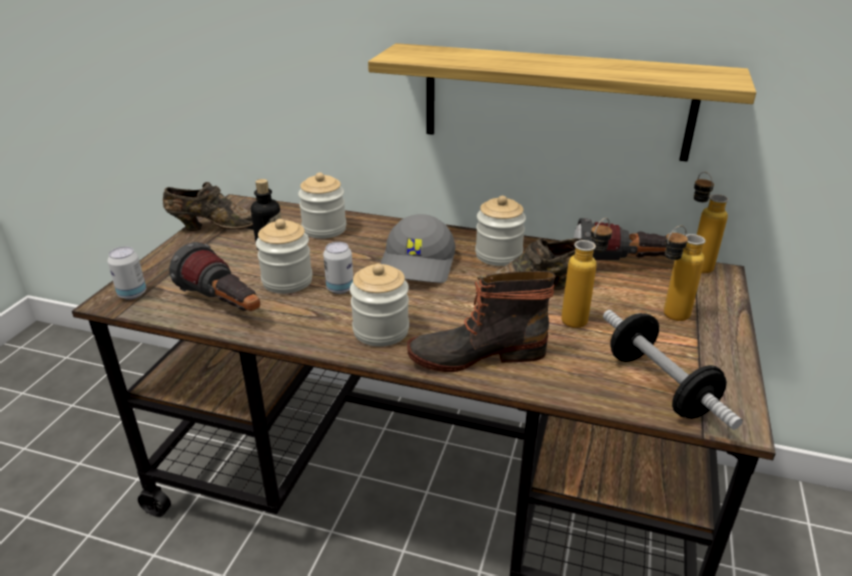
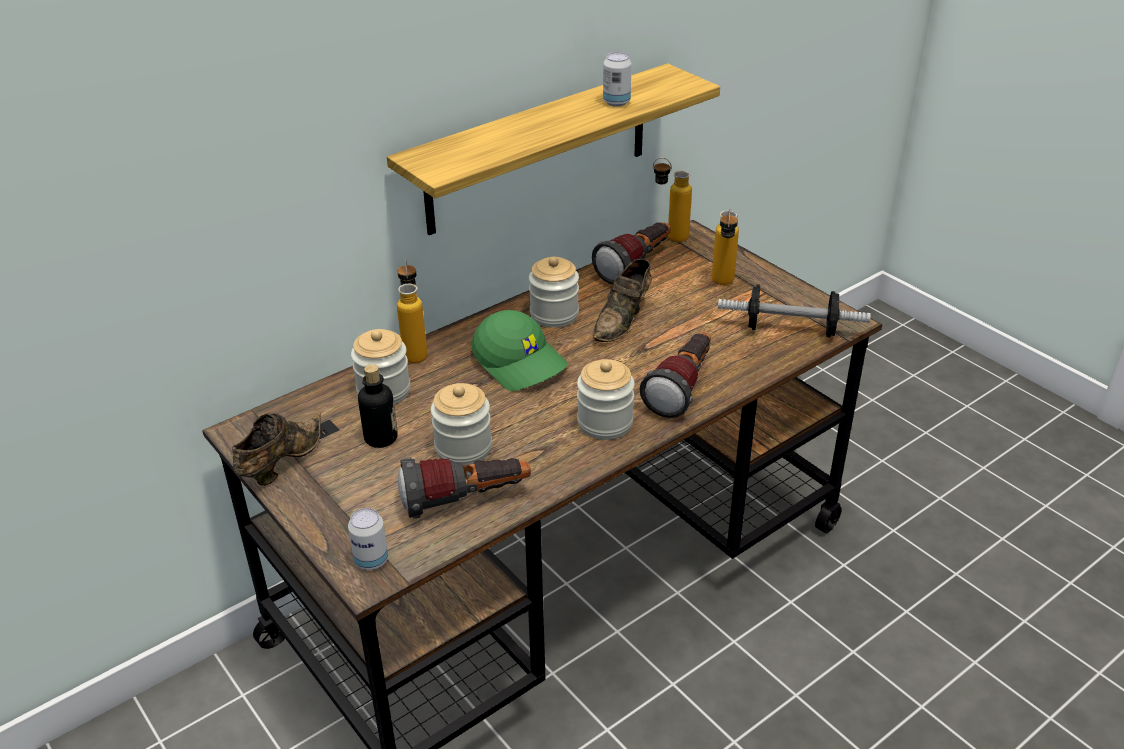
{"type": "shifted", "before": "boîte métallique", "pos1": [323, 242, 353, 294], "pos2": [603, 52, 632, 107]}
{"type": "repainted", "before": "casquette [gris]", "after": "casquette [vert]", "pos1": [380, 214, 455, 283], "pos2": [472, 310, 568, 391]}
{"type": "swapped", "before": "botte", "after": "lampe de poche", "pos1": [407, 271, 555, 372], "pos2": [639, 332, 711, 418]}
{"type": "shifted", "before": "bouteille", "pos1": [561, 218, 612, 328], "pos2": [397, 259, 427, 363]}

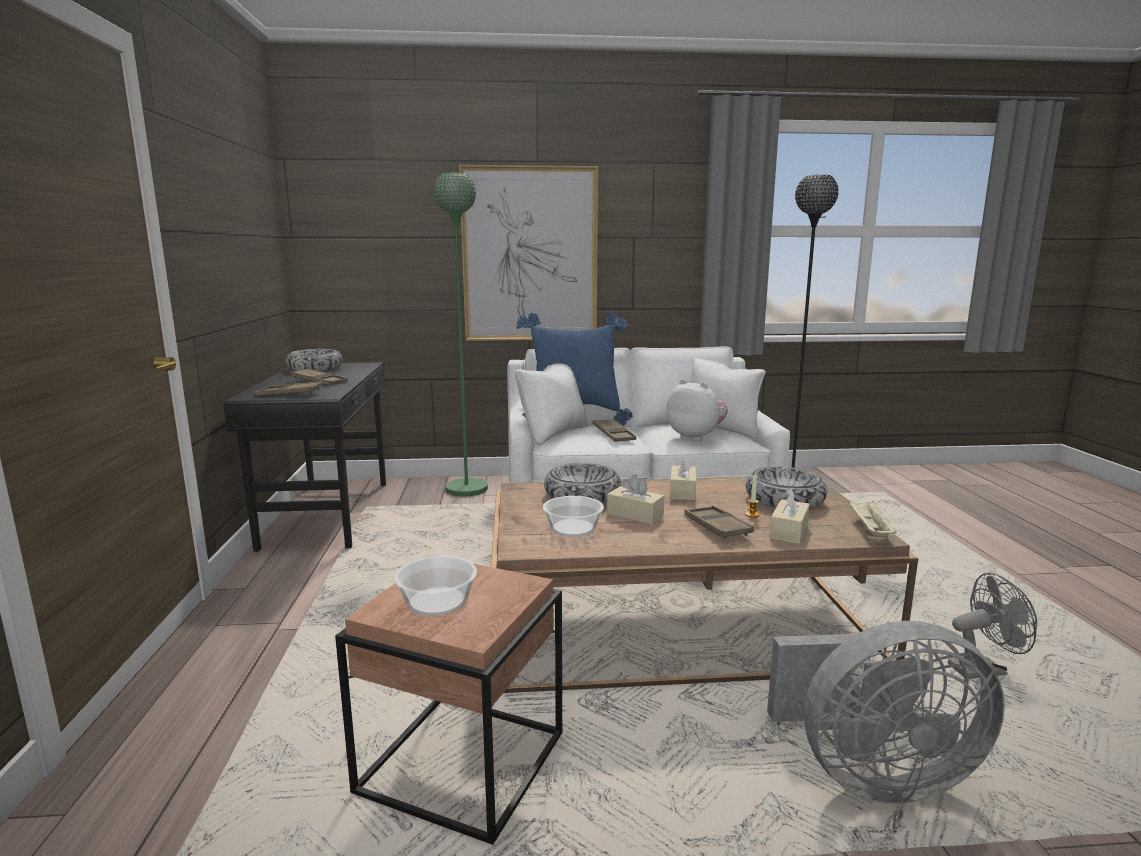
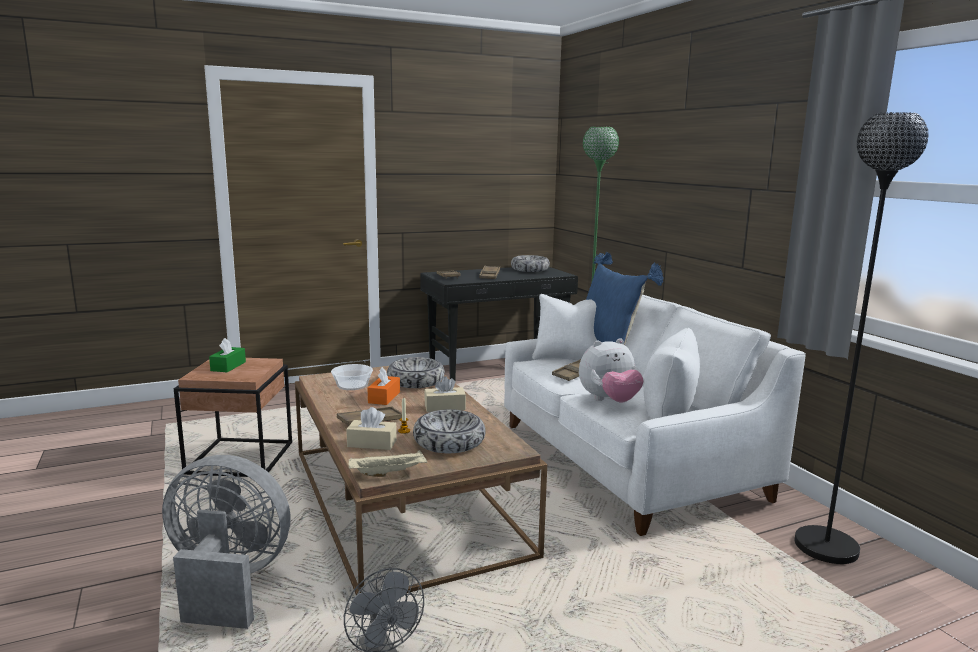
{"type": "swapped", "before": "bol", "after": "boîte à mouchoirs [vert]", "pos1": [394, 556, 477, 617], "pos2": [209, 338, 246, 372]}
{"type": "gone", "before": "tableau", "pos1": [459, 165, 598, 341]}
{"type": "repainted", "before": "boîte à mouchoirs [beige]", "after": "boîte à mouchoirs [orange]", "pos1": [607, 474, 664, 524], "pos2": [367, 367, 400, 405]}
{"type": "rotated", "before": "peluche", "pos1": [666, 379, 728, 442], "pos2": [579, 338, 643, 403], "turn": 45}
{"type": "rotated", "before": "ventilateur [gris]", "pos1": [767, 621, 1005, 804], "pos2": [162, 455, 291, 629], "turn": 120}

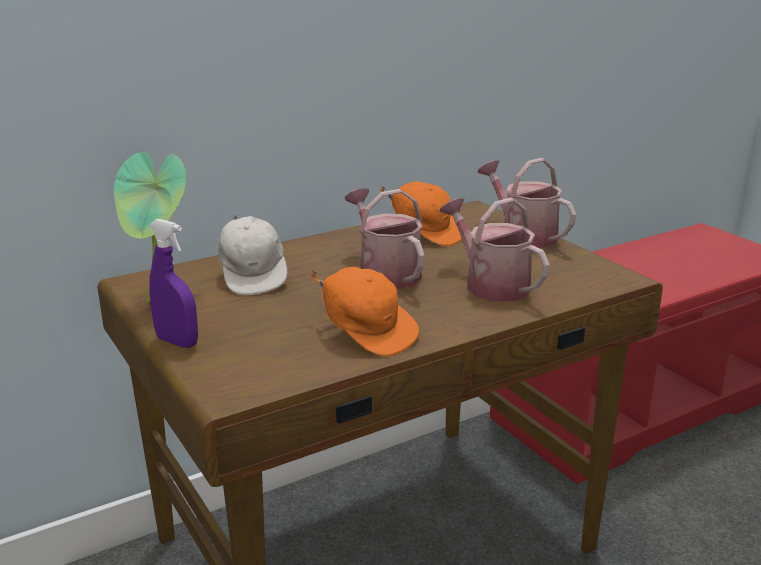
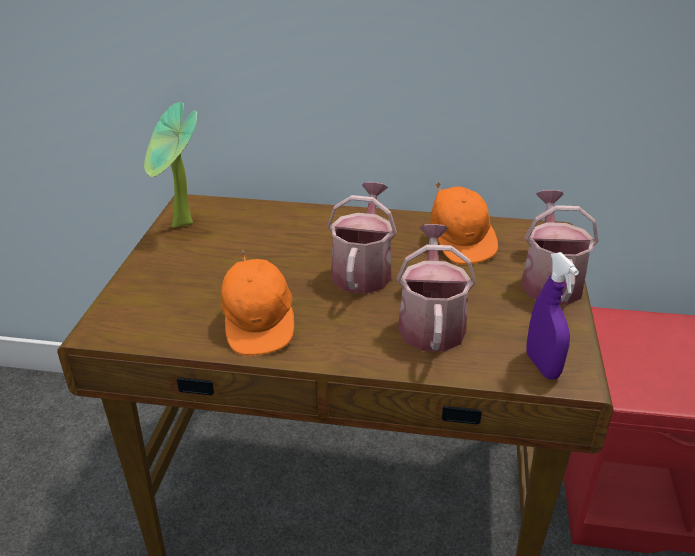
{"type": "shifted", "before": "vaporisateur [violet]", "pos1": [149, 219, 198, 348], "pos2": [526, 252, 579, 380]}
{"type": "gone", "before": "casquette [blanc]", "pos1": [218, 215, 287, 295]}

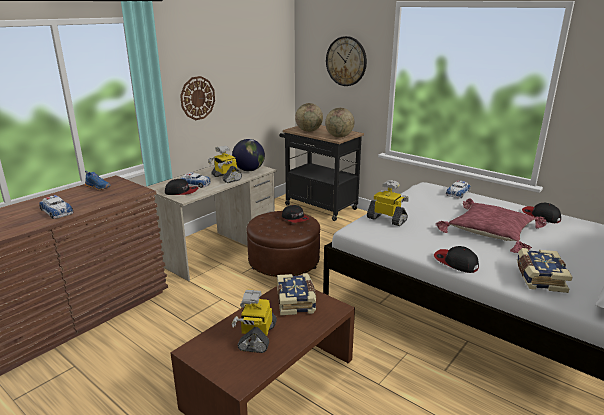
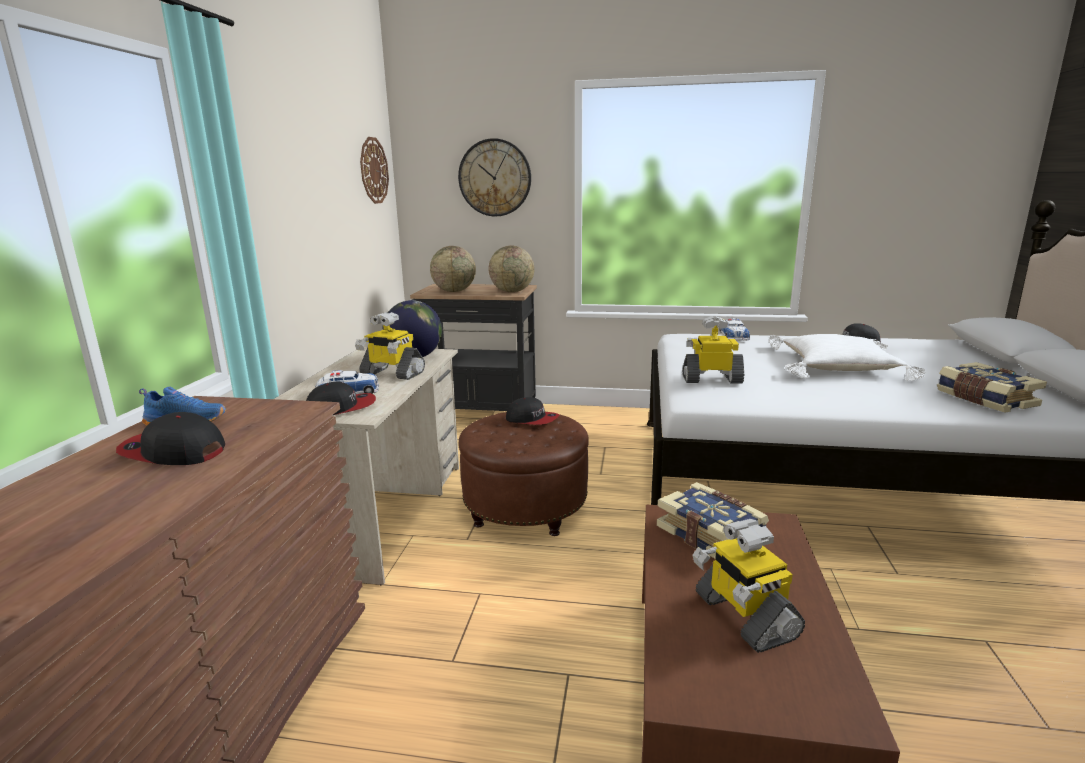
{"type": "gone", "before": "petite voiture", "pos1": [39, 195, 73, 219]}
{"type": "shifted", "before": "horloge murale", "pos1": [180, 76, 215, 120], "pos2": [360, 137, 389, 204]}
{"type": "shifted", "before": "casquette", "pos1": [434, 246, 479, 273], "pos2": [116, 412, 225, 465]}
{"type": "repainted", "before": "coussin [rouge]", "after": "coussin [blanc]", "pos1": [436, 198, 547, 253], "pos2": [768, 334, 926, 381]}

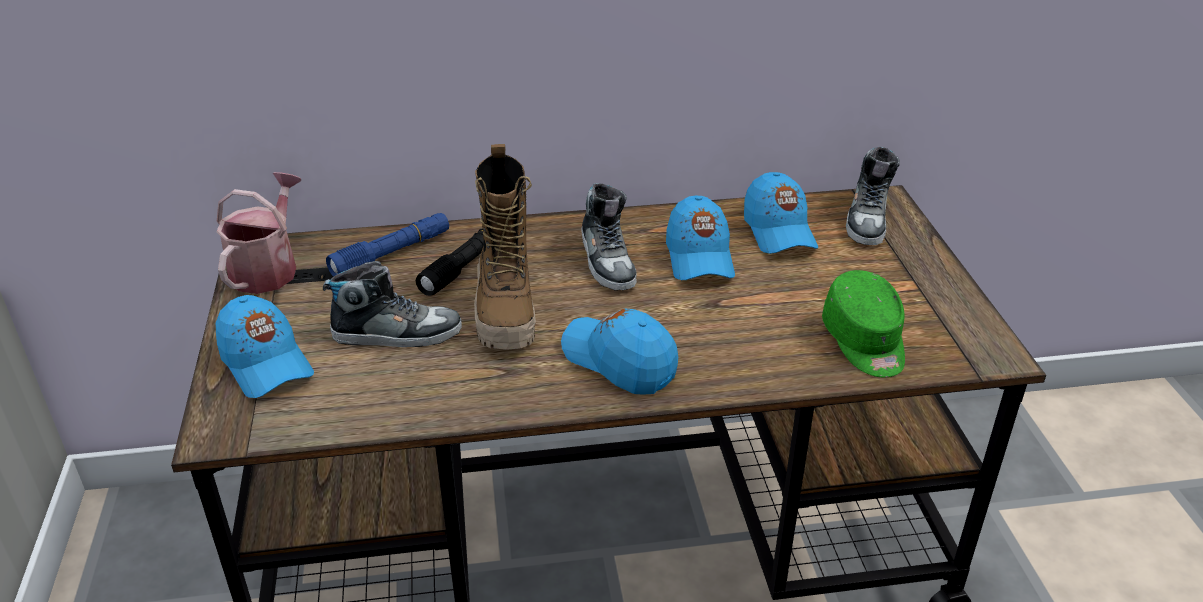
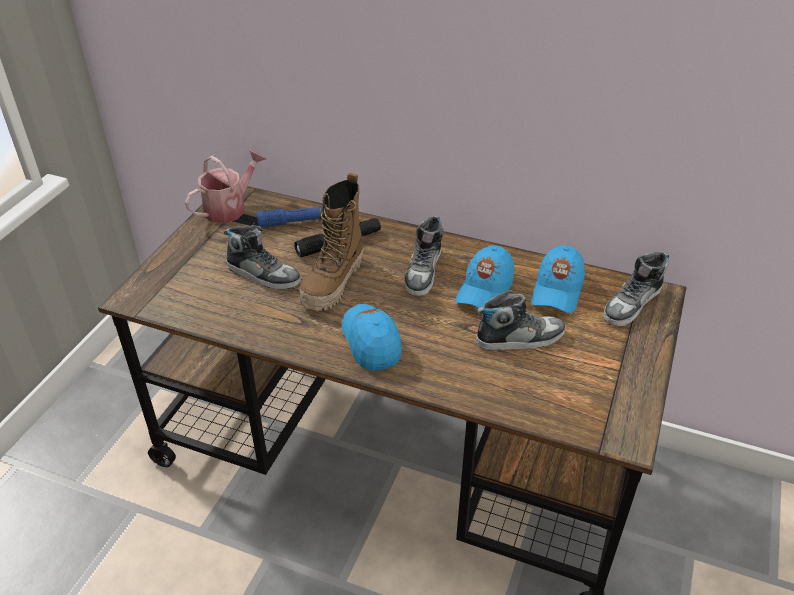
{"type": "gone", "before": "casquette [bleu]", "pos1": [215, 295, 314, 398]}
{"type": "gone", "before": "casquette [vert]", "pos1": [822, 270, 905, 377]}
{"type": "new", "after": "chaussure", "pos2": [476, 290, 565, 350]}

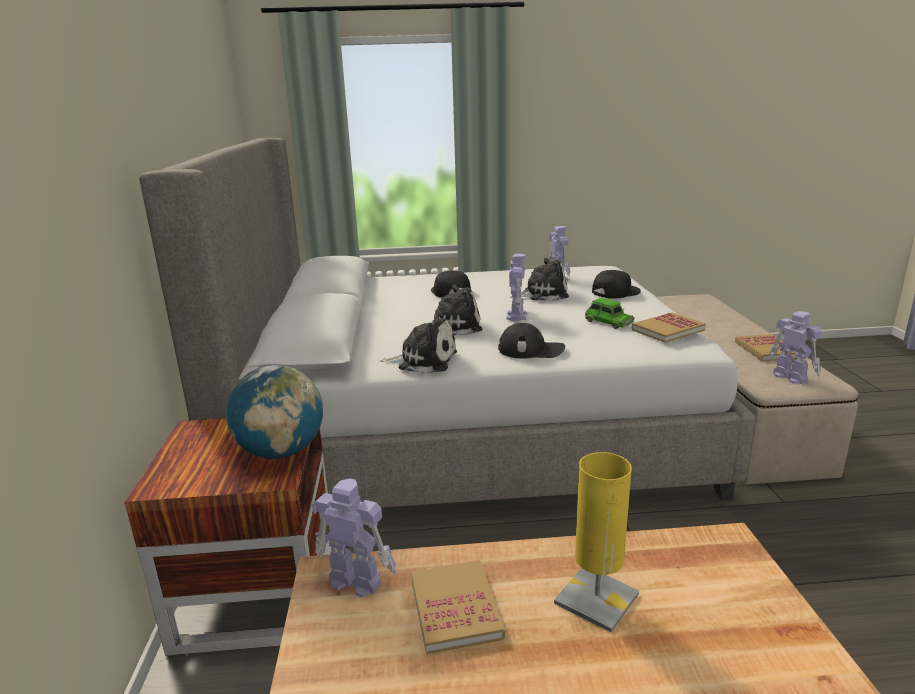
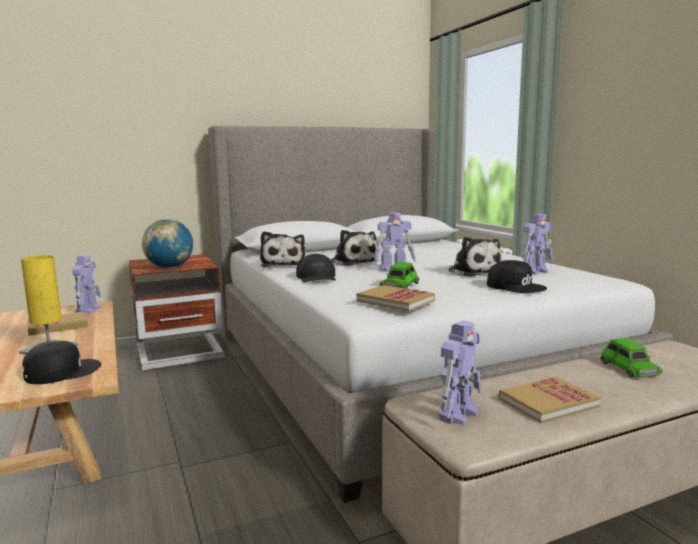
{"type": "shifted", "before": "casquette [noir]", "pos1": [431, 271, 471, 298], "pos2": [22, 341, 101, 384]}
{"type": "new", "after": "petite voiture [vert]", "pos2": [600, 338, 663, 378]}

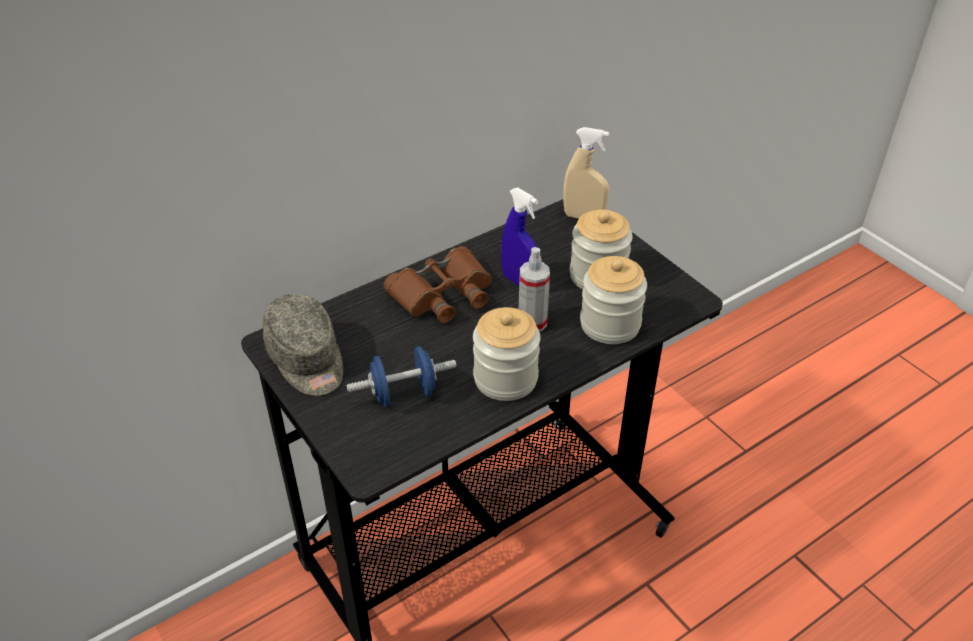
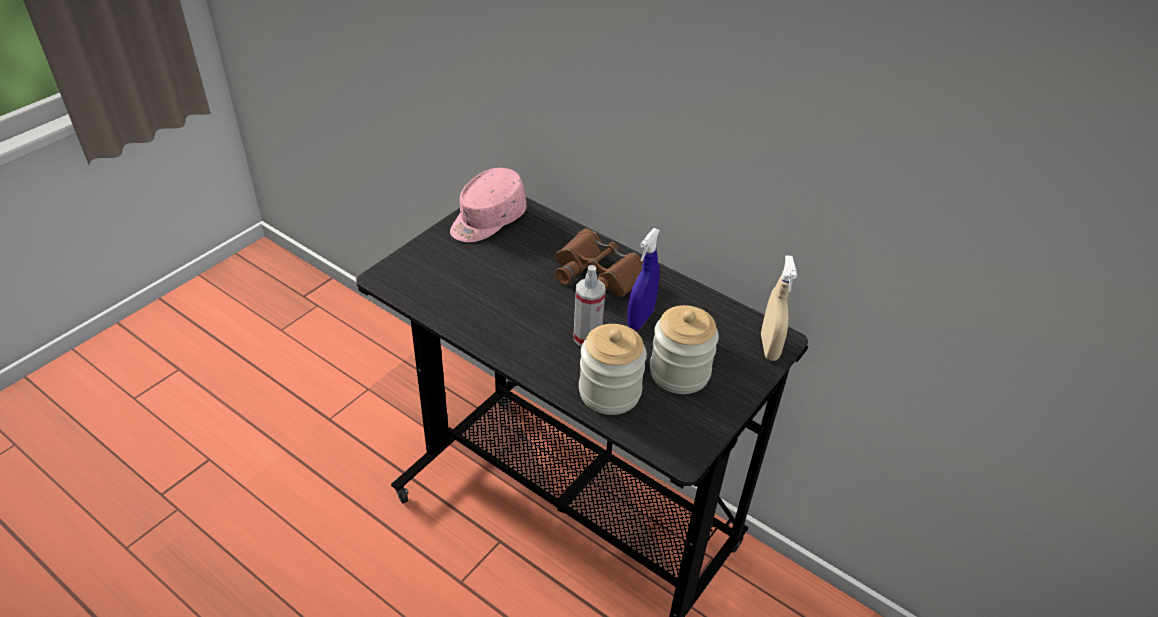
{"type": "repainted", "before": "casquette [gris]", "after": "casquette [rose]", "pos1": [263, 294, 343, 396], "pos2": [450, 168, 526, 242]}
{"type": "gone", "before": "haltère [bleu]", "pos1": [346, 347, 457, 407]}
{"type": "gone", "before": "bocal", "pos1": [473, 307, 540, 401]}

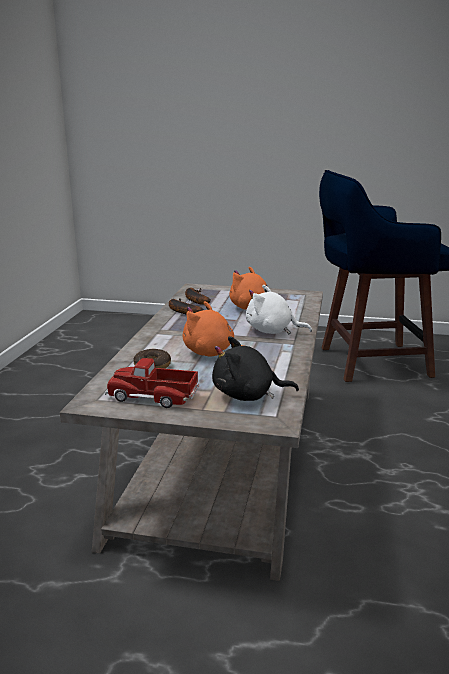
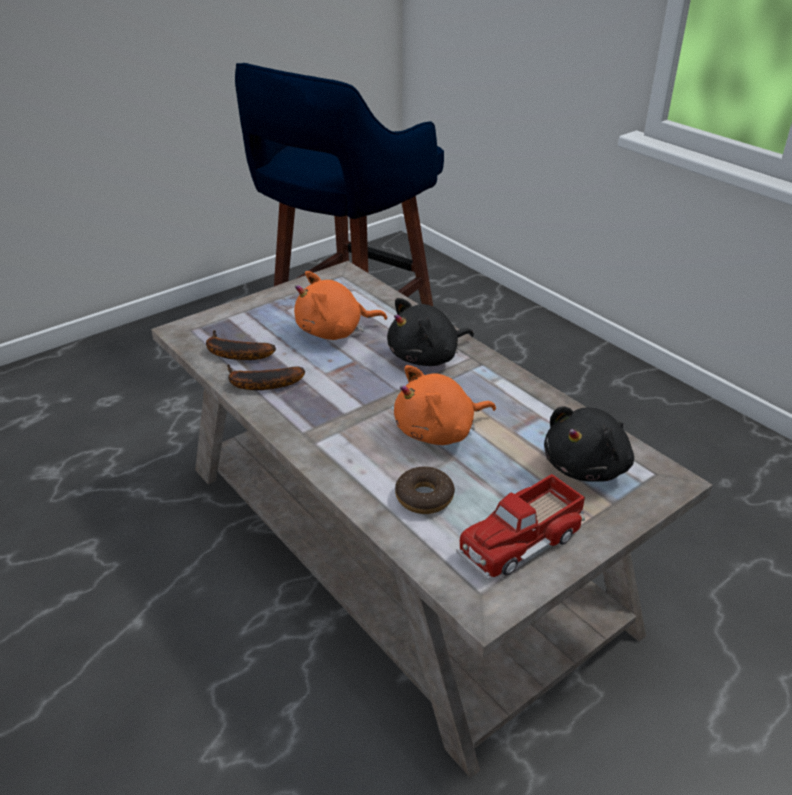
{"type": "repainted", "before": "peluche [blanc]", "after": "peluche [noir]", "pos1": [246, 285, 312, 334], "pos2": [387, 298, 474, 366]}

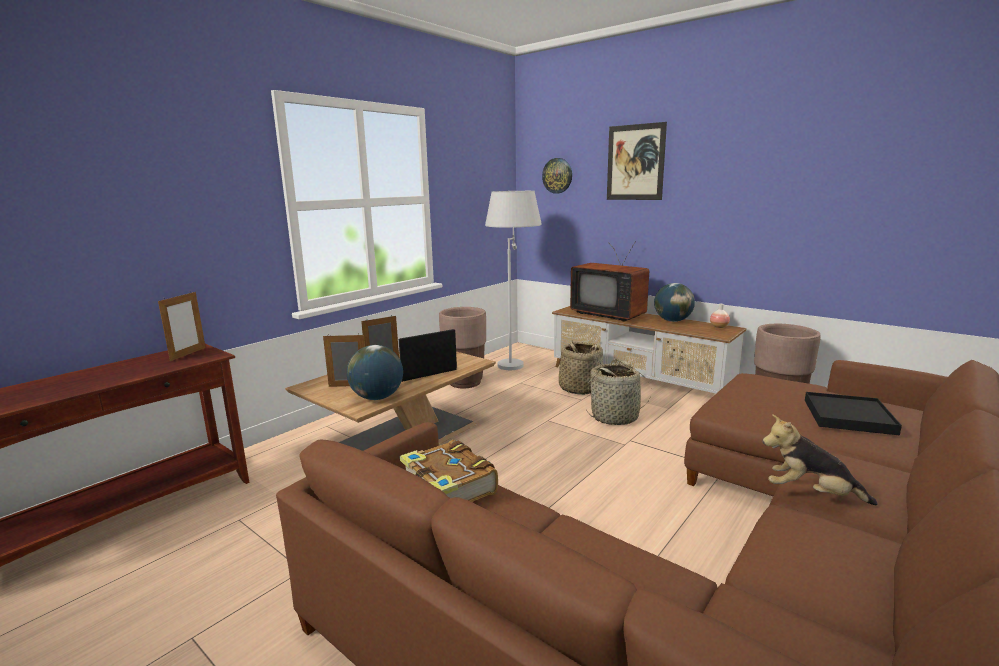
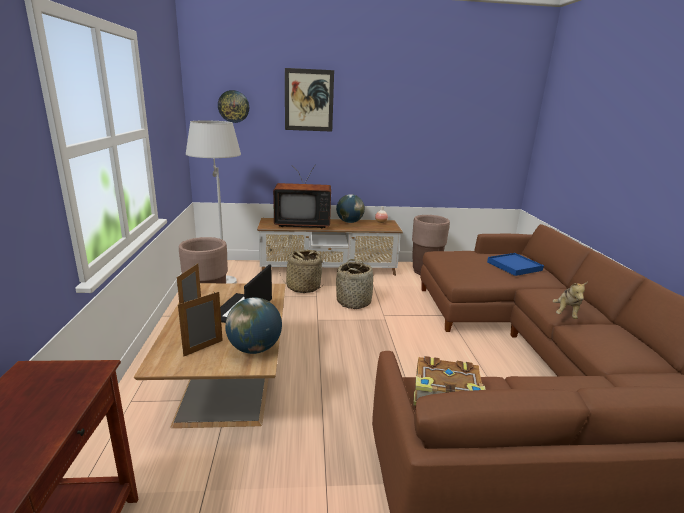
{"type": "gone", "before": "cadre photo", "pos1": [158, 291, 206, 361]}
{"type": "rotated", "before": "peluche", "pos1": [763, 414, 878, 505], "pos2": [553, 281, 588, 319], "turn": -45}
{"type": "repainted", "before": "plateau [noir]", "after": "plateau [bleu]", "pos1": [805, 392, 902, 435], "pos2": [487, 253, 544, 276]}

